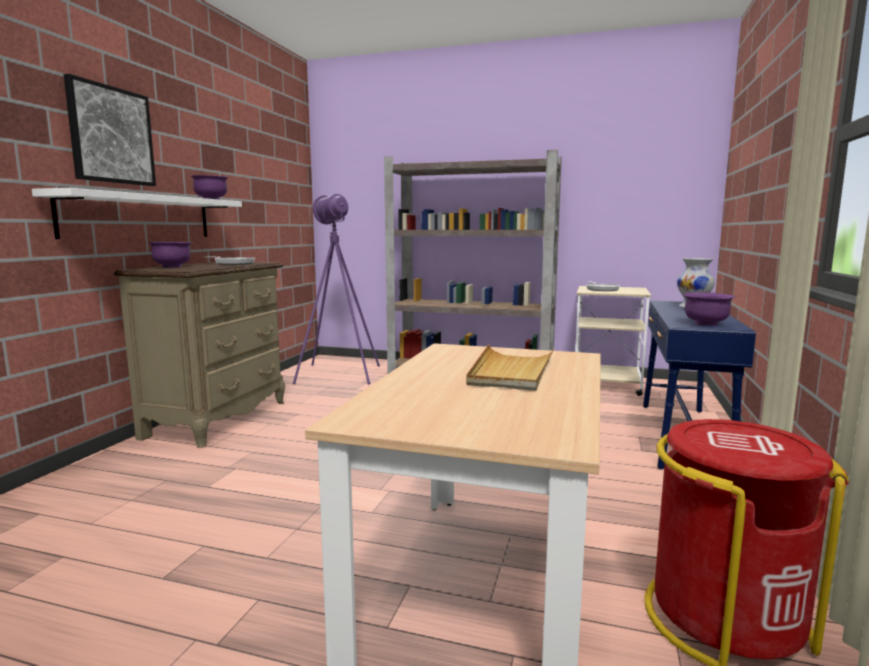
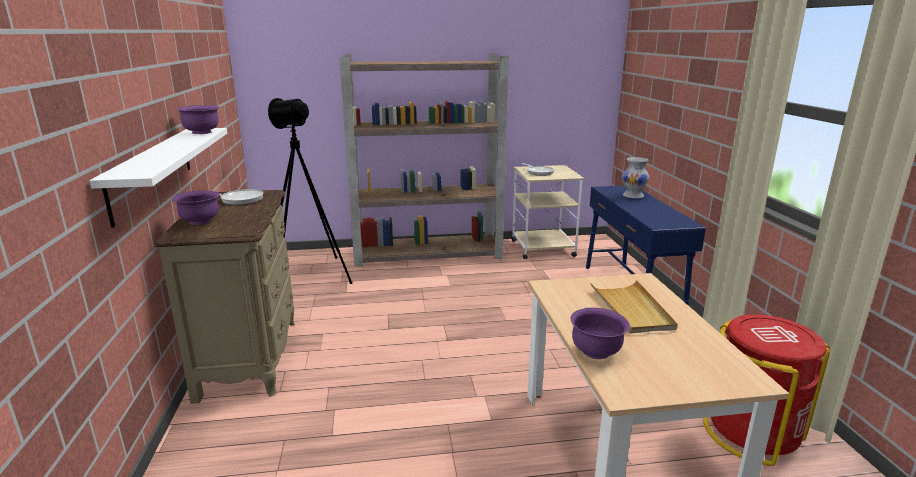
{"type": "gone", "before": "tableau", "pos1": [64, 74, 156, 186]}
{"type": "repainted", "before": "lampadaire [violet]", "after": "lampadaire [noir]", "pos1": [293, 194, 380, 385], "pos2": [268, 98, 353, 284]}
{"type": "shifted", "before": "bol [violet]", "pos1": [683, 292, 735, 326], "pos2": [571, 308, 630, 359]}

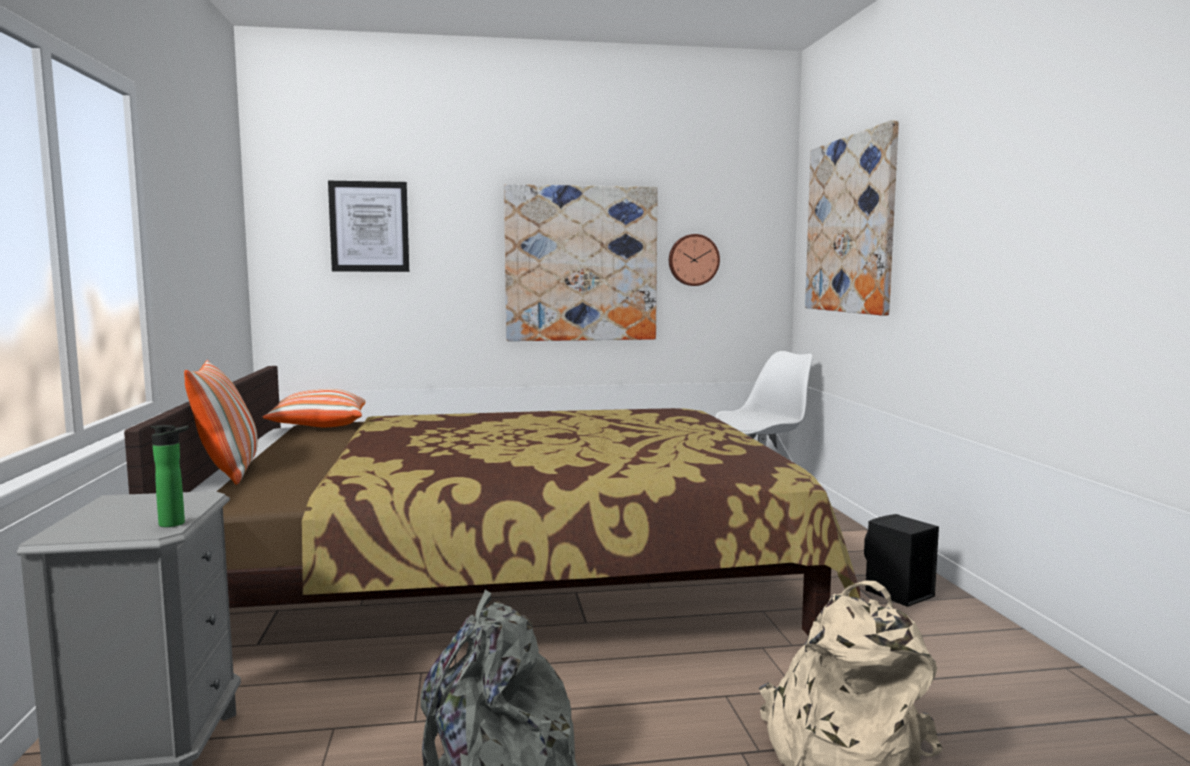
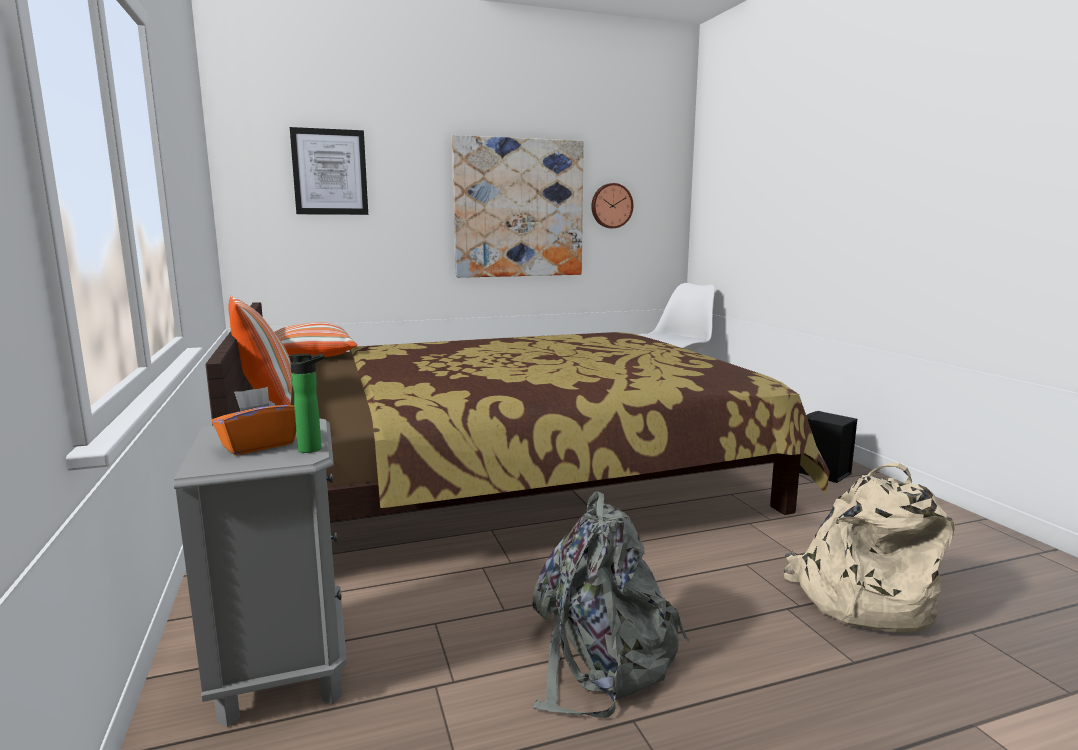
{"type": "gone", "before": "tableau", "pos1": [805, 120, 899, 316]}
{"type": "new", "after": "boîte à mouchoirs [orange]", "pos2": [212, 387, 296, 455]}

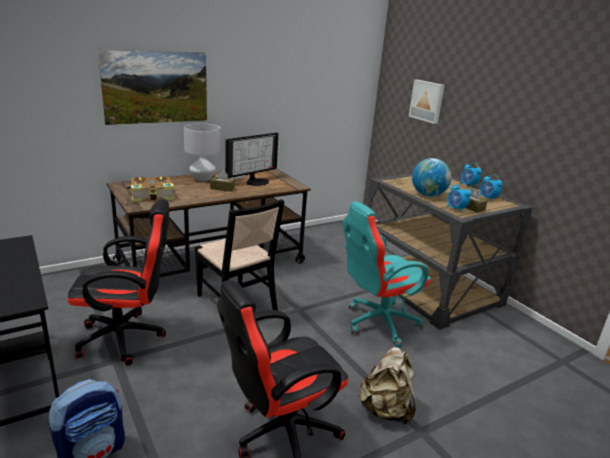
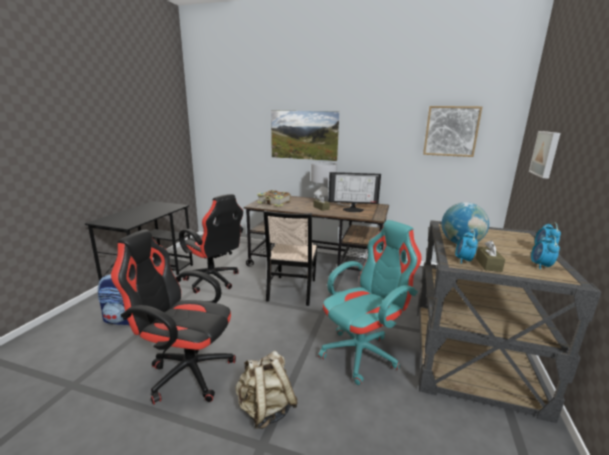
{"type": "rotated", "before": "chaise de bureau [turquoise]", "pos1": [342, 202, 431, 348], "pos2": [318, 220, 422, 385], "turn": 120}
{"type": "new", "after": "tableau", "pos2": [423, 106, 482, 157]}

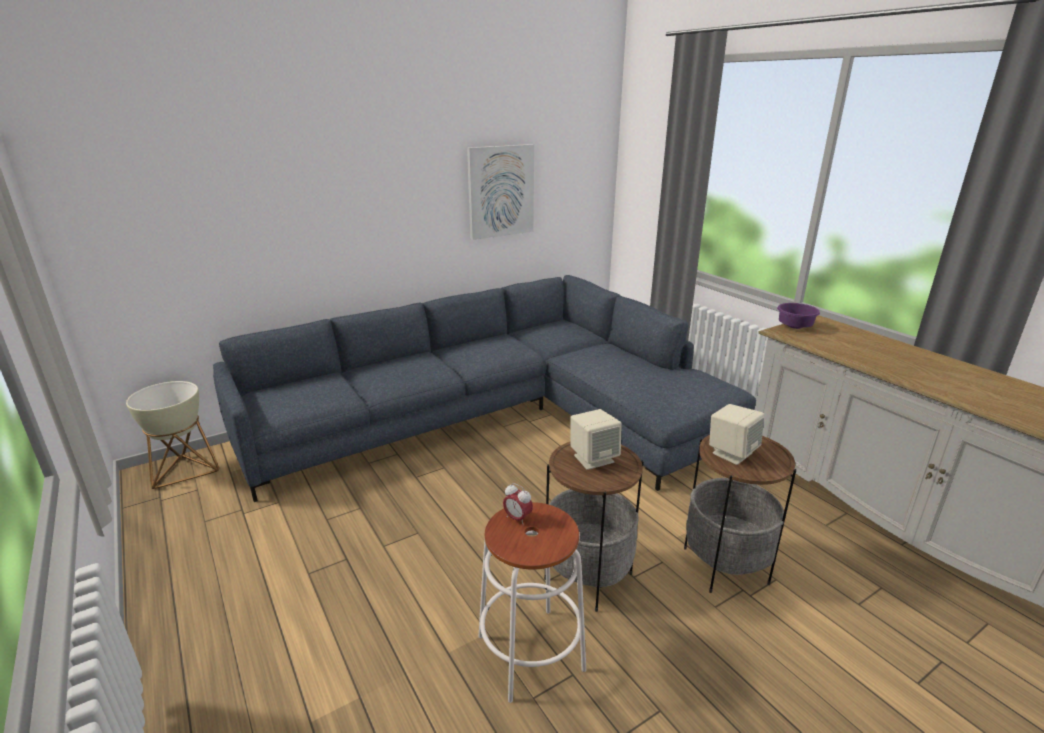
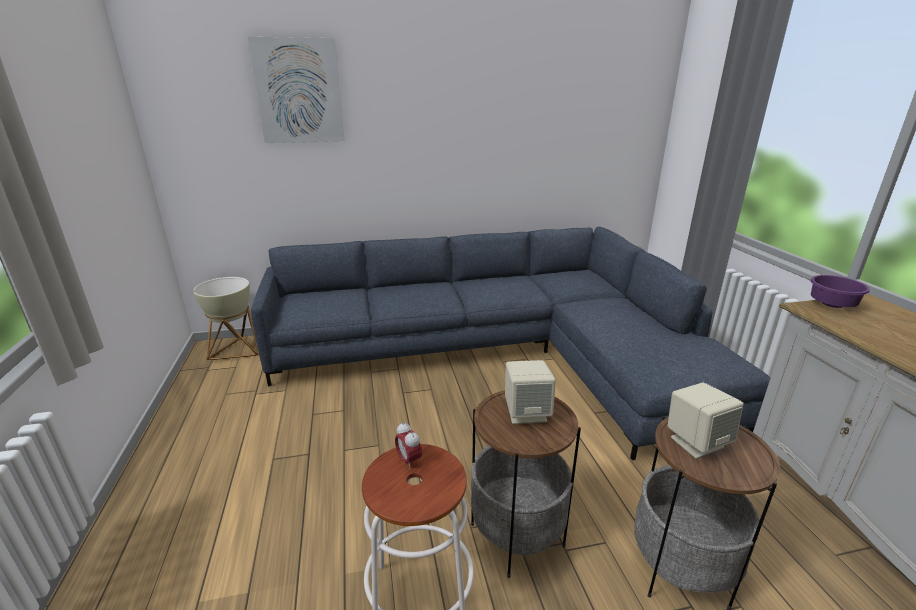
{"type": "shifted", "before": "tableau", "pos1": [467, 144, 534, 240], "pos2": [247, 37, 344, 143]}

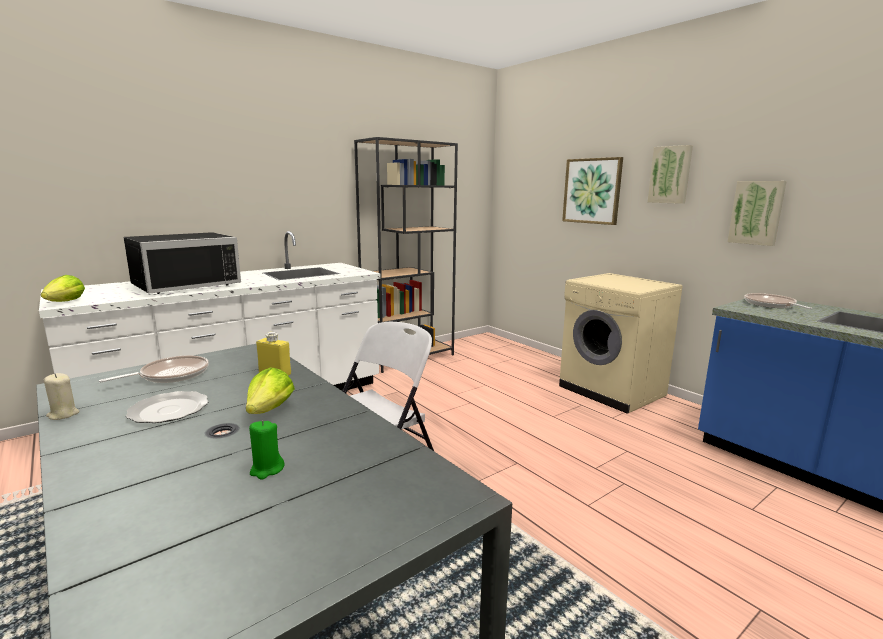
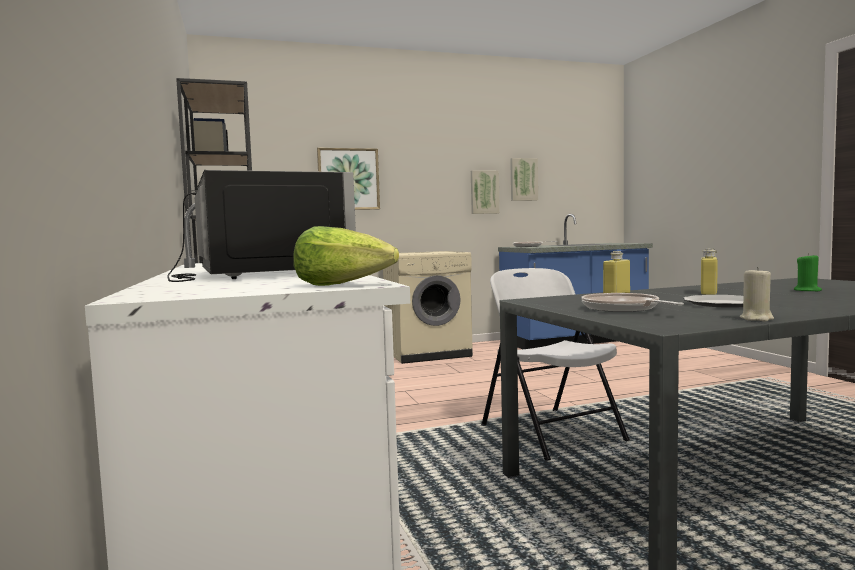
{"type": "swapped", "before": "laitue", "after": "bouteille [jaune]", "pos1": [246, 368, 295, 414], "pos2": [701, 248, 718, 295]}
{"type": "shifted", "before": "tableau", "pos1": [648, 145, 693, 204], "pos2": [510, 158, 538, 201]}

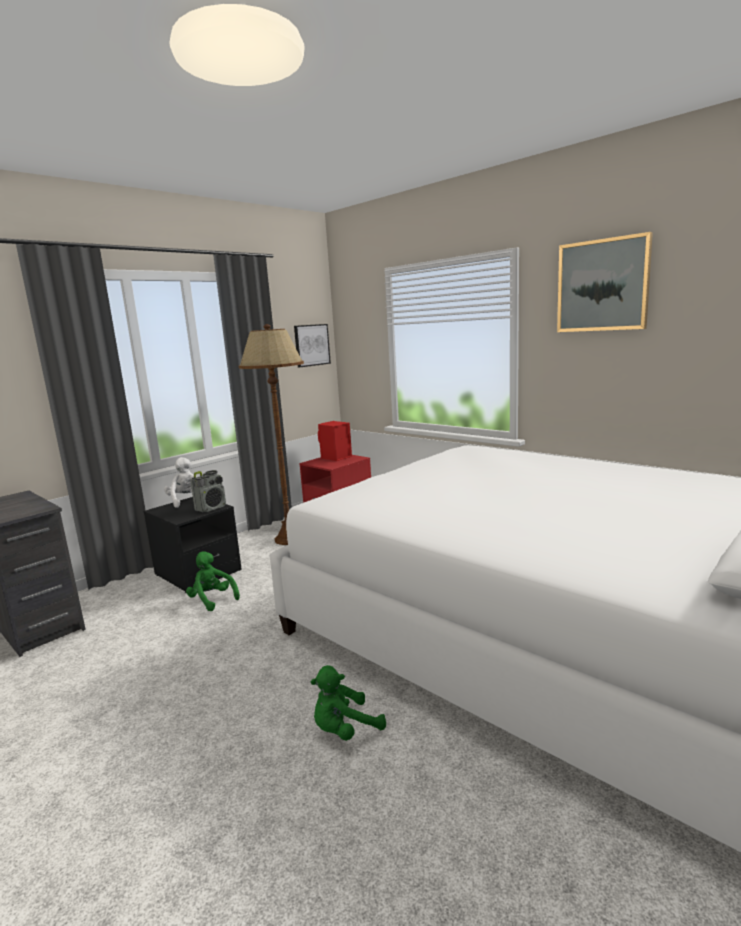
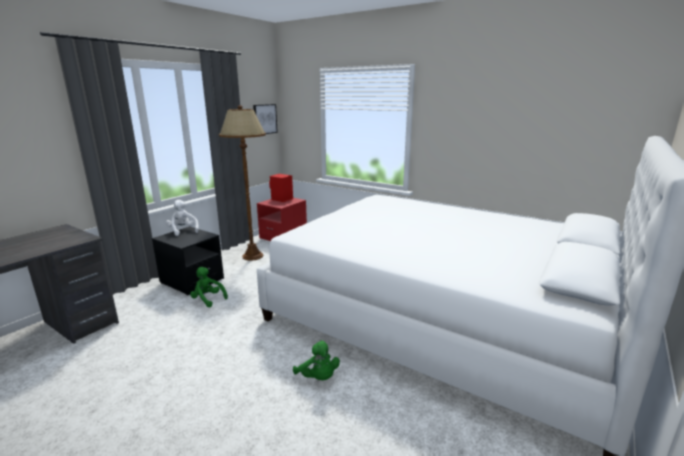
{"type": "gone", "before": "radio", "pos1": [190, 470, 226, 512]}
{"type": "rotated", "before": "peluche [vert]", "pos1": [310, 665, 386, 741], "pos2": [293, 340, 340, 380], "turn": -90}
{"type": "gone", "before": "tableau", "pos1": [557, 232, 653, 332]}

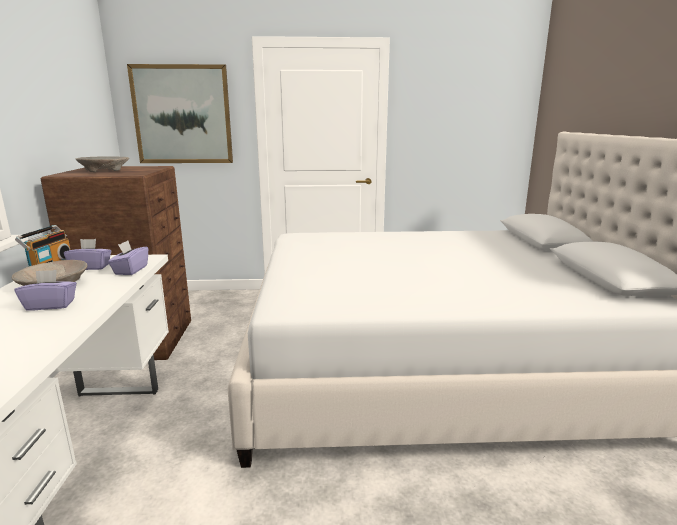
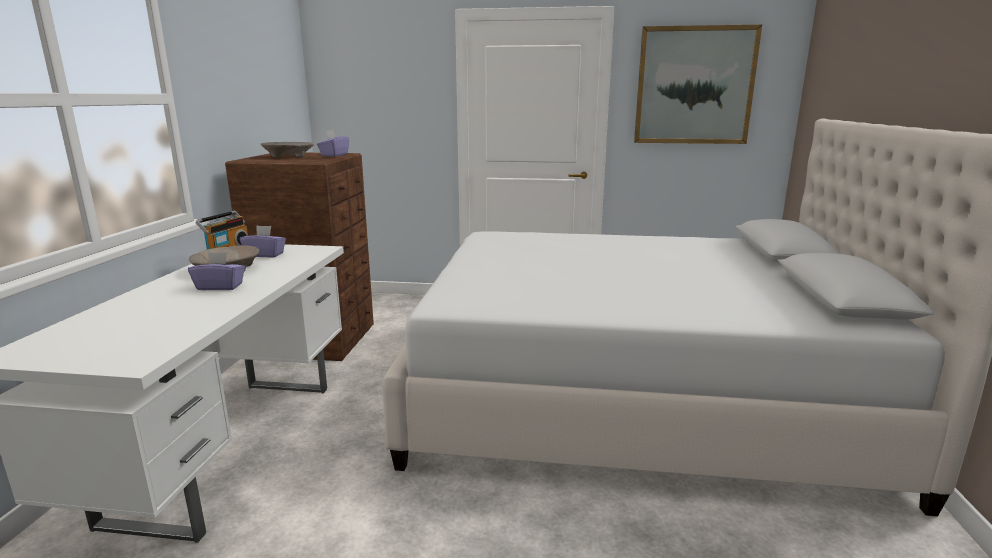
{"type": "shifted", "before": "boîte à mouchoirs [violet]", "pos1": [108, 240, 148, 275], "pos2": [317, 130, 349, 156]}
{"type": "shifted", "before": "tableau", "pos1": [127, 64, 233, 163], "pos2": [634, 25, 762, 144]}

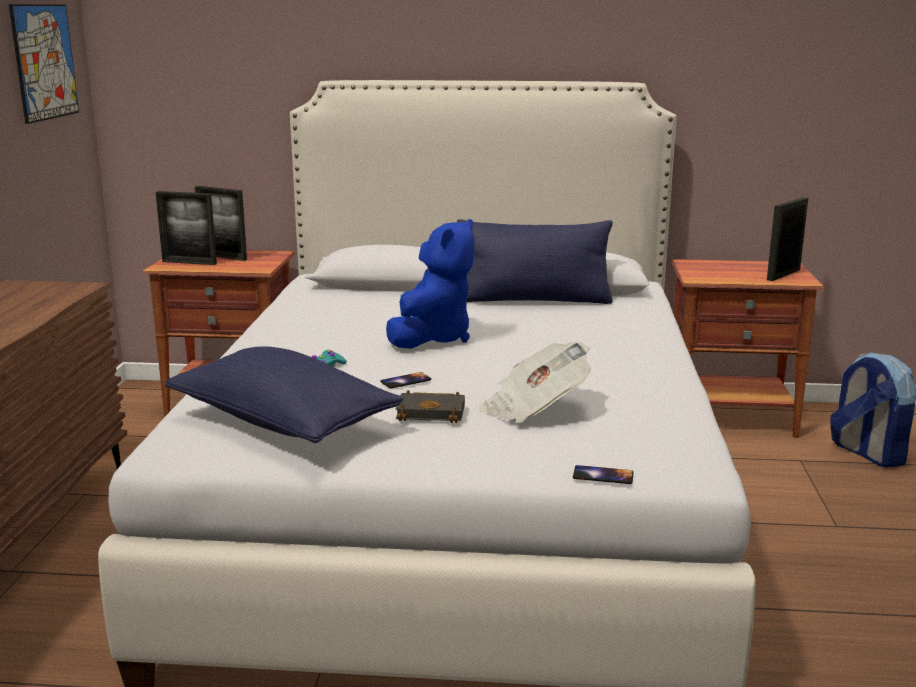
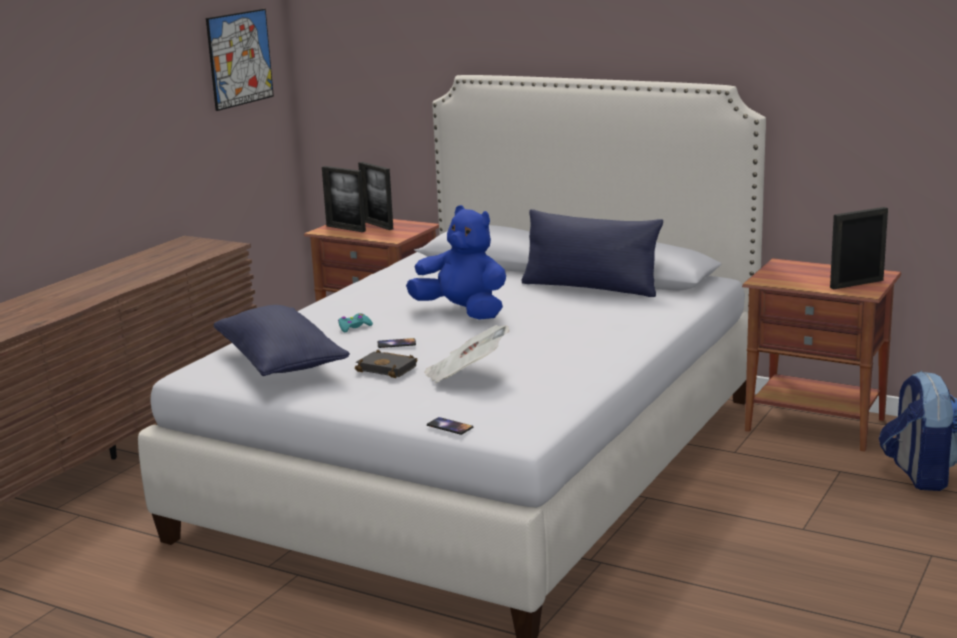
{"type": "rotated", "before": "peluche [bleu]", "pos1": [386, 219, 475, 349], "pos2": [406, 205, 506, 320], "turn": -105}

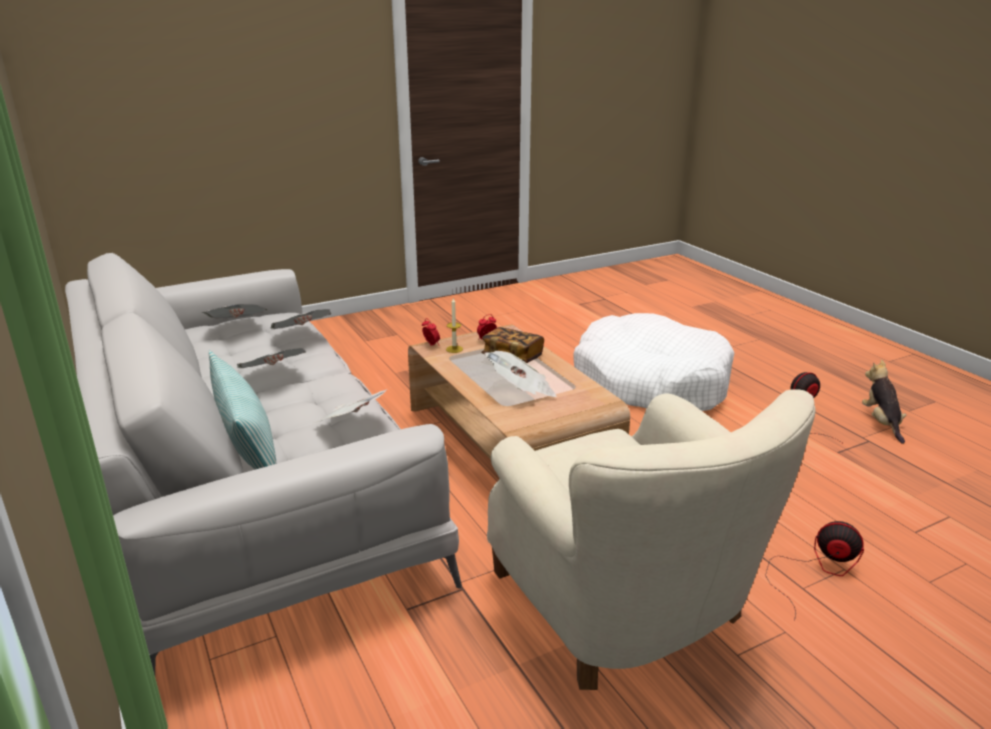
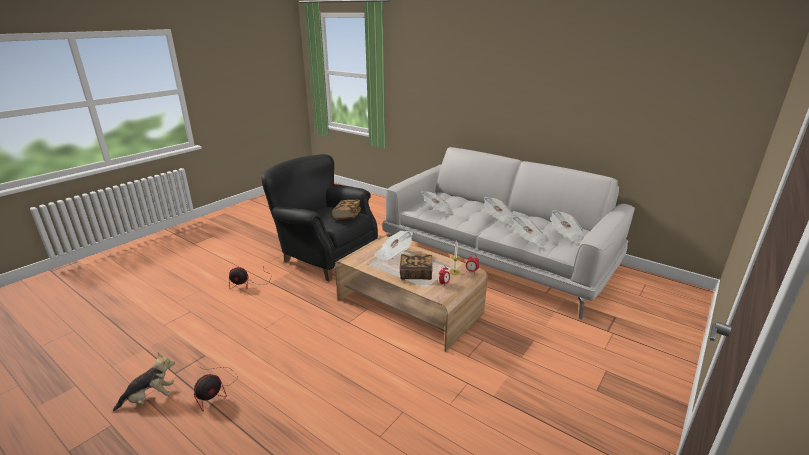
{"type": "gone", "before": "coussin", "pos1": [208, 350, 276, 469]}
{"type": "repainted", "before": "fauteuil [beige]", "after": "fauteuil [noir]", "pos1": [487, 389, 815, 690], "pos2": [262, 154, 378, 281]}
{"type": "gone", "before": "panier pour chien [blanc]", "pos1": [573, 313, 735, 411]}
{"type": "rotated", "before": "peluche", "pos1": [862, 359, 906, 444], "pos2": [113, 352, 175, 412], "turn": -90}
{"type": "new", "after": "livre", "pos2": [332, 200, 361, 220]}

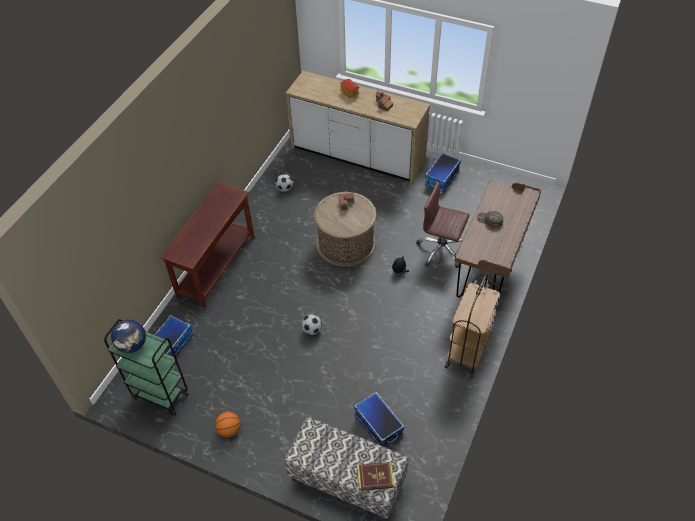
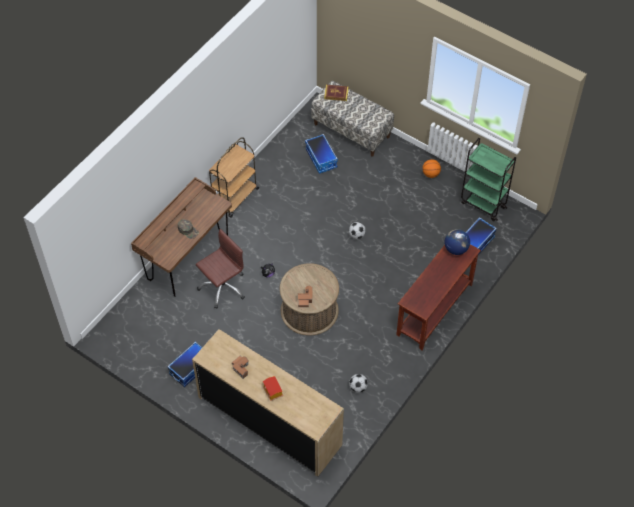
{"type": "shifted", "before": "globe", "pos1": [111, 320, 146, 353], "pos2": [445, 229, 470, 255]}
{"type": "rotated", "before": "chaise de bureau [marron]", "pos1": [416, 182, 470, 268], "pos2": [196, 229, 245, 309], "turn": -75}

